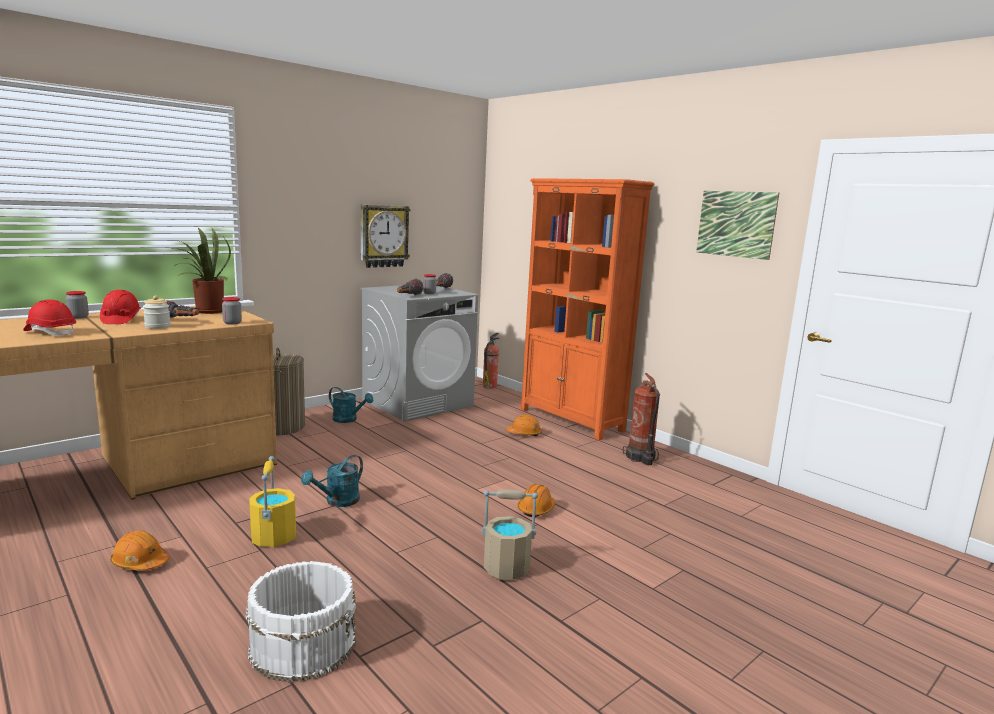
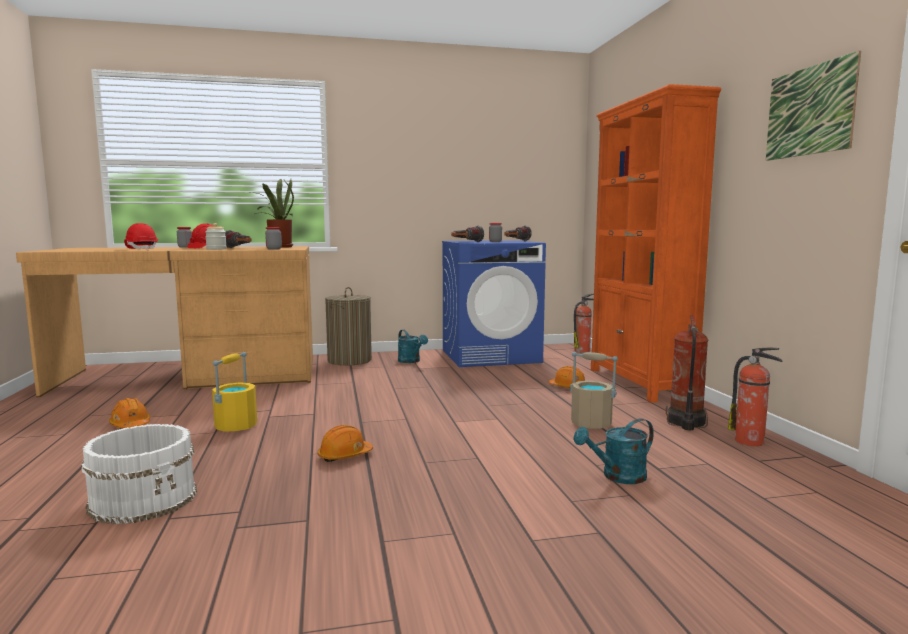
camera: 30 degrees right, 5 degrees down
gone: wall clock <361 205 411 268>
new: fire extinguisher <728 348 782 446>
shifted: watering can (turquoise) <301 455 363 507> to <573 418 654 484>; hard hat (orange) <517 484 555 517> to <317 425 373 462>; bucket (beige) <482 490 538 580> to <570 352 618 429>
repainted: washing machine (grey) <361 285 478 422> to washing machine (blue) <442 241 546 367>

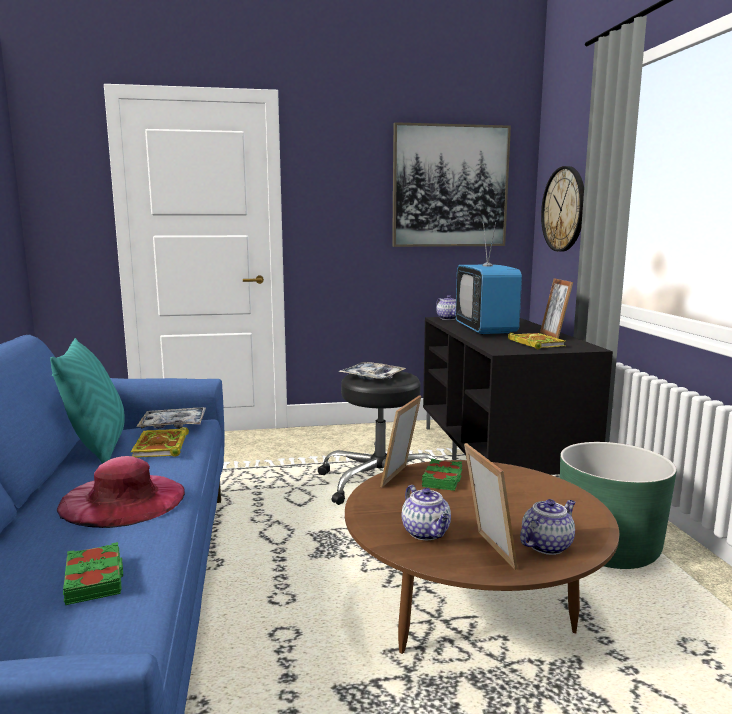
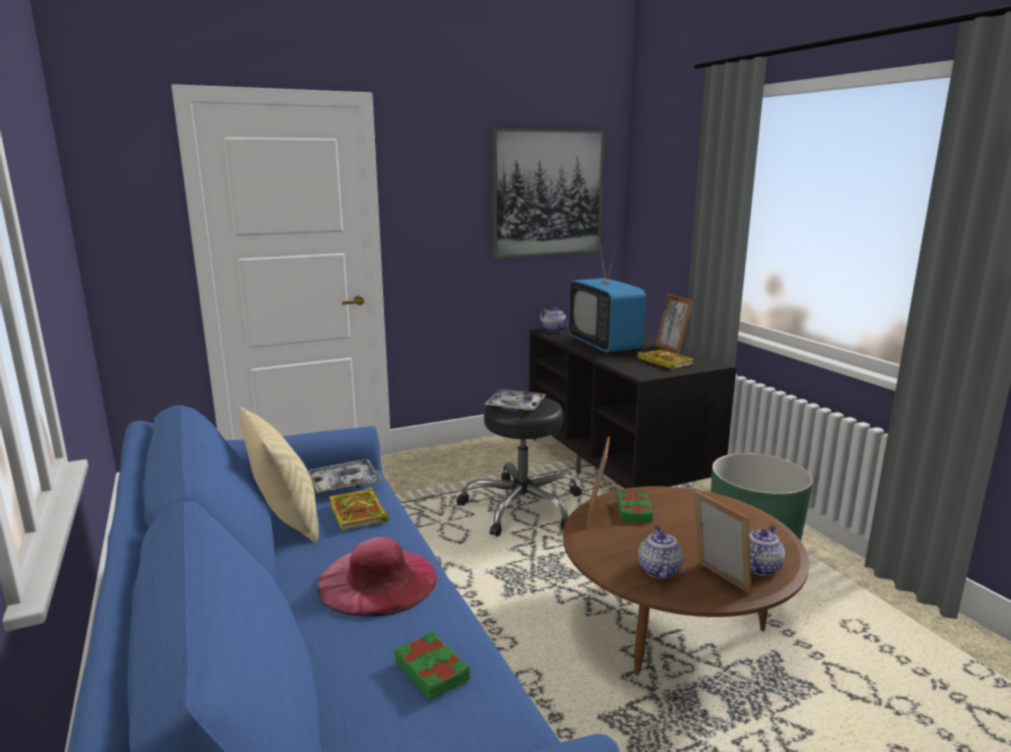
camera: 15 degrees left, 5 degrees up
gone: wall clock <541 166 584 252>
repainted: pillow (turquoise) <50 338 125 464> to pillow (beige) <240 406 319 543>
rotated: teapot <401 485 451 540> = <638 525 683 579> 135 degrees counterclockwise

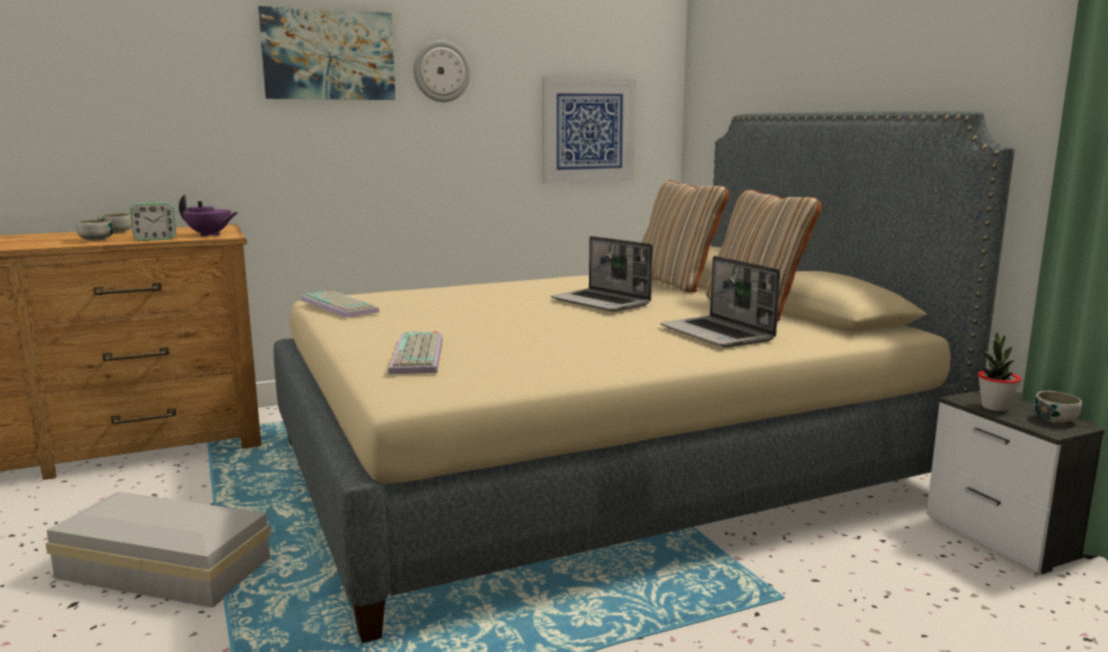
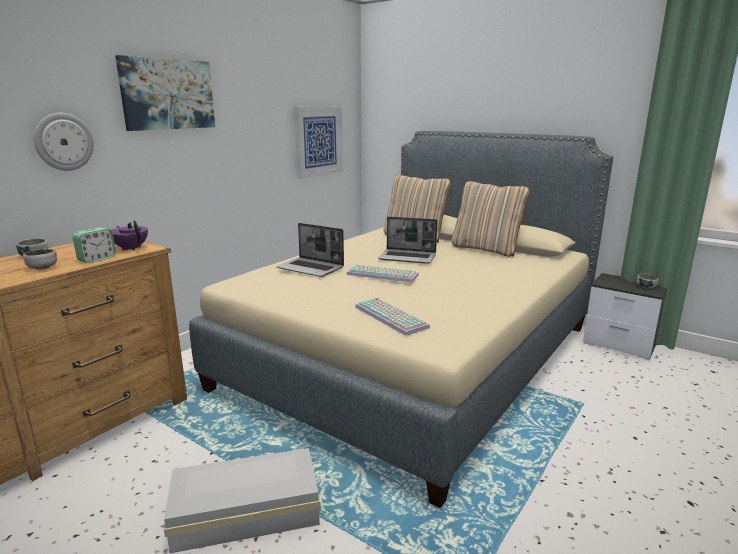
camera: 30 degrees left, 5 degrees up
gone: potted plant <978 332 1021 411>
shifted: wall clock <413 40 471 102> to <34 113 94 171>; laptop <660 256 780 347> to <276 223 344 277>; keyboard <301 290 379 318> to <347 264 419 282>
rotated: teapot (purple) <179 195 238 237> = <111 220 148 250> 120 degrees counterclockwise

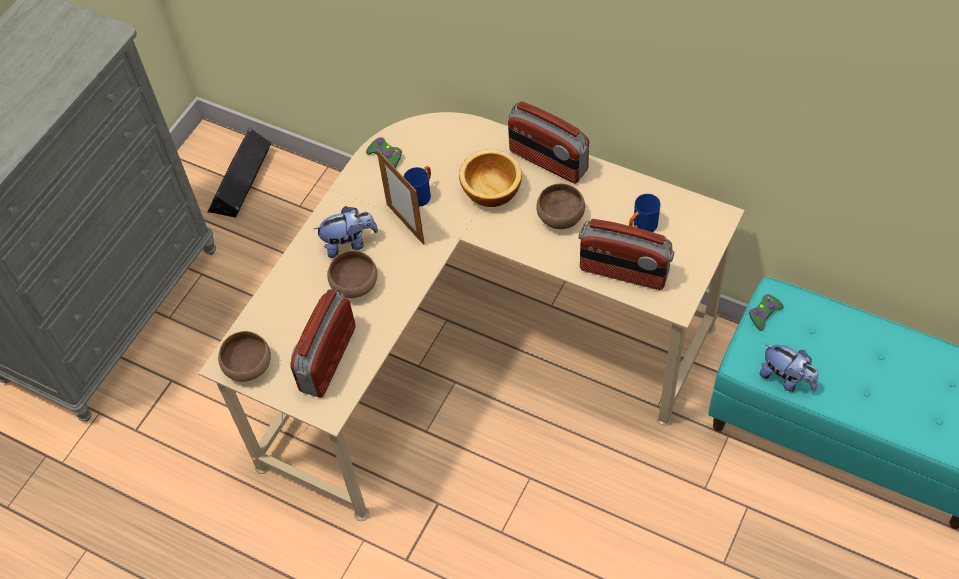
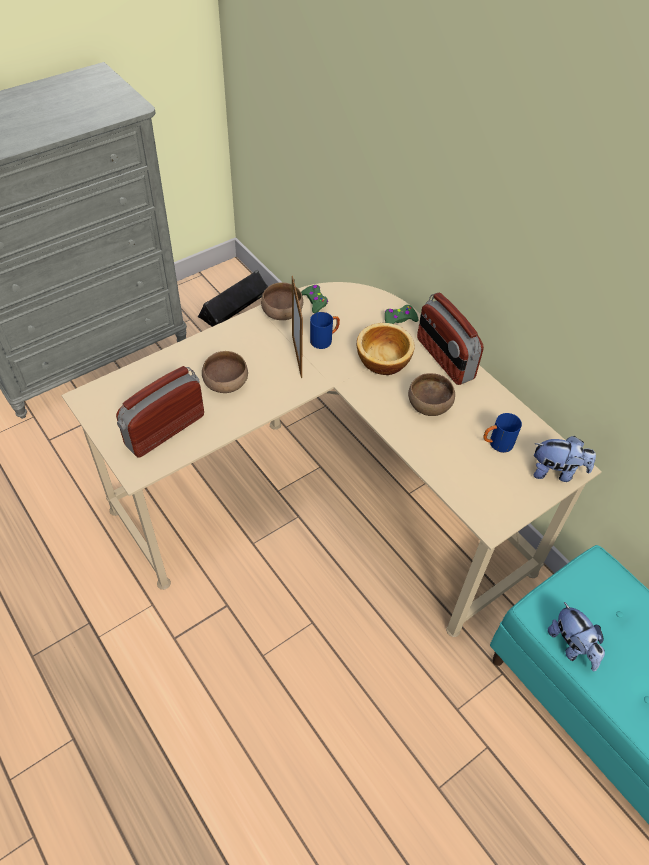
camera: 20 degrees right, 5 degrees down
gone: radio <579 219 674 290>
shifted: plush toy <314 206 378 258> to <533 436 596 482>; game controller (green) <749 294 784 331> to <385 305 419 324>; bowl (brown) <218 331 271 382> to <261 282 303 320>

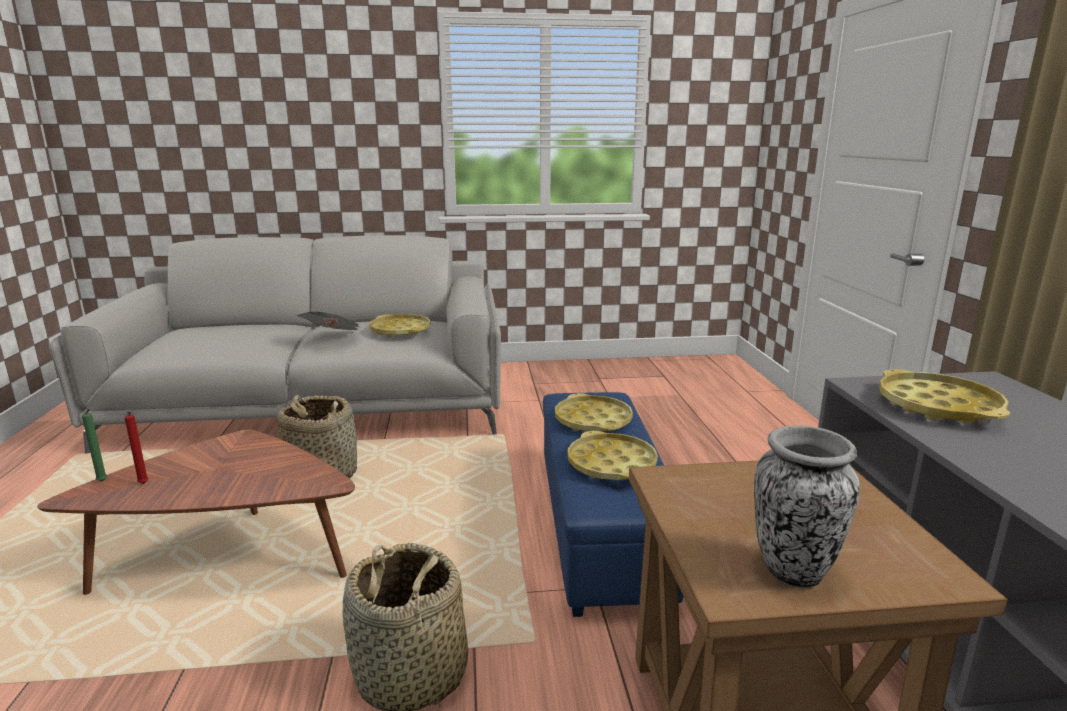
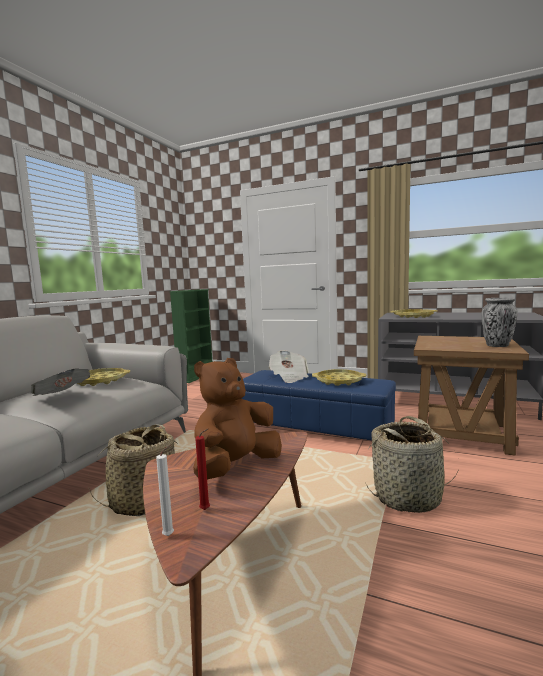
camera: 60 degrees left, 10 degrees down
new: bookcase (green) <170 289 212 383>; plush toy (brown) <193 358 282 479>
swapped: tray (yellow) <555 393 633 431> to newspaper <269 350 309 383>
repainted: candle (green) <82 409 107 482> to candle (white) <156 445 174 536>

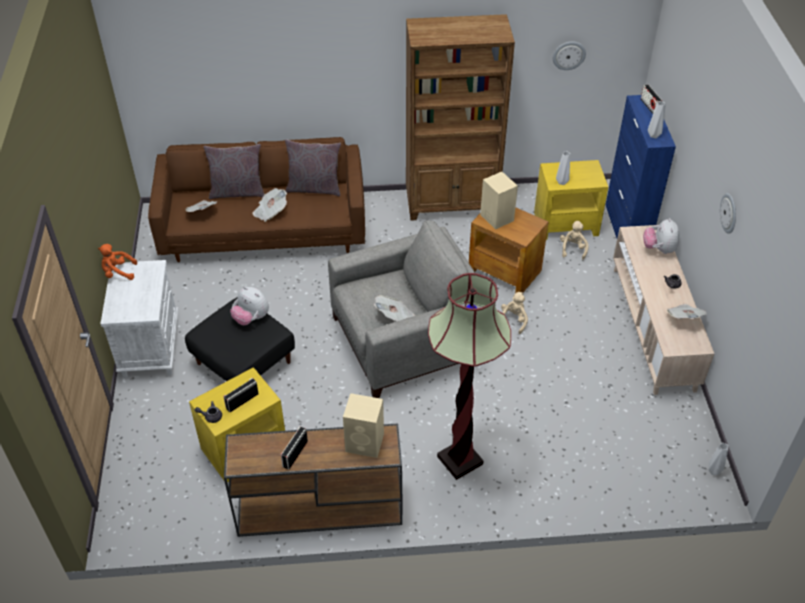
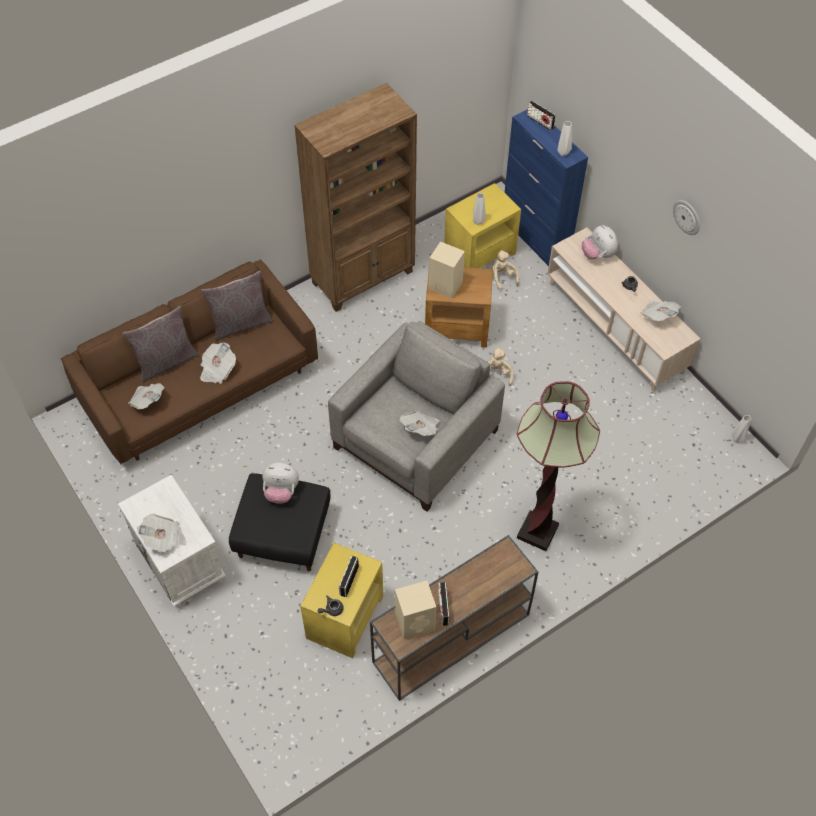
camera: 30 degrees left, 10 degrees up
gone: wall clock <553 42 586 70>; plush toy (orange) <98 244 137 280>
new: newspaper <137 514 187 553>
shifted: speaker (beige) <343 393 384 458> to <395 581 436 639>

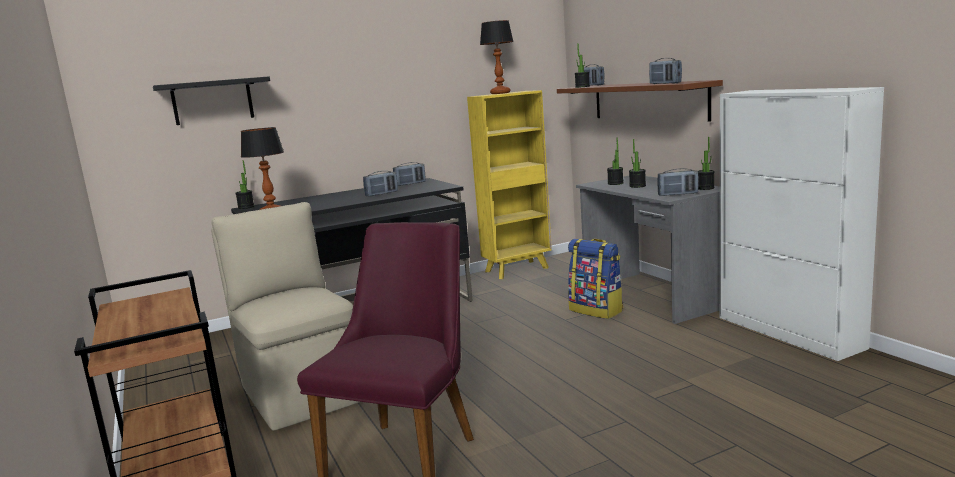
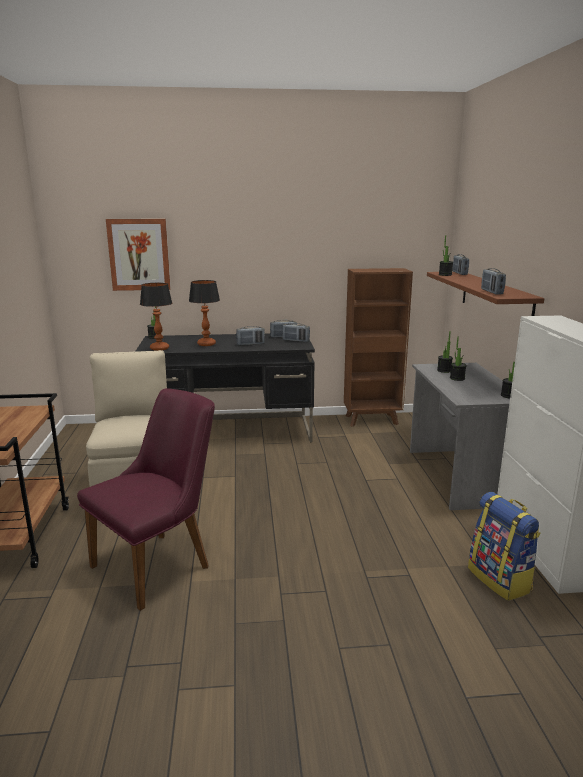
camera: 20 degrees right, 5 degrees up
shifted: table lamp <480 20 514 94> to <189 280 220 346>; radio <657 168 699 196> to <282 323 310 342>; backpack <568 239 623 319> to <468 492 540 601>
swapped: shelf (black) <153 76 270 125> to picture <106 219 171 291>
repainted: bookcase (yellow) <467 90 552 279> to bookcase (brown) <344 268 413 427>

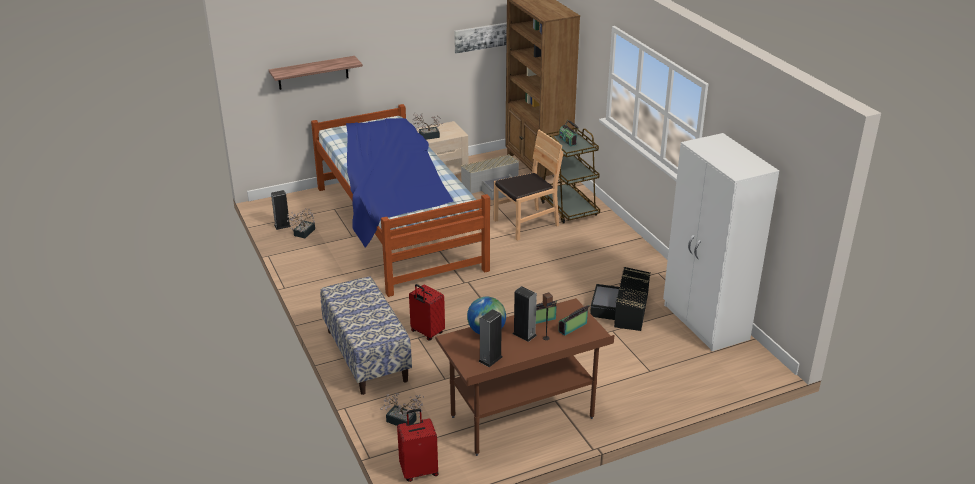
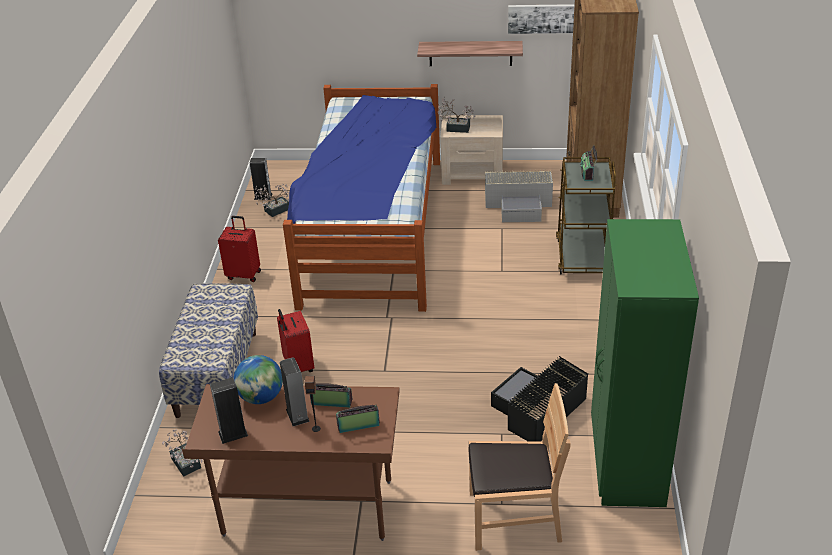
camera: 30 degrees right, 5 degrees up
shifted: shelf <269 56 363 90> to <417 41 523 66>; chair (brown) <494 130 563 241> to <468 383 571 551>; suitcase (red) <397 409 439 482> to <218 216 261 282>
repainted: wardrobe (white) <663 133 779 351> to wardrobe (green) <591 219 699 507>

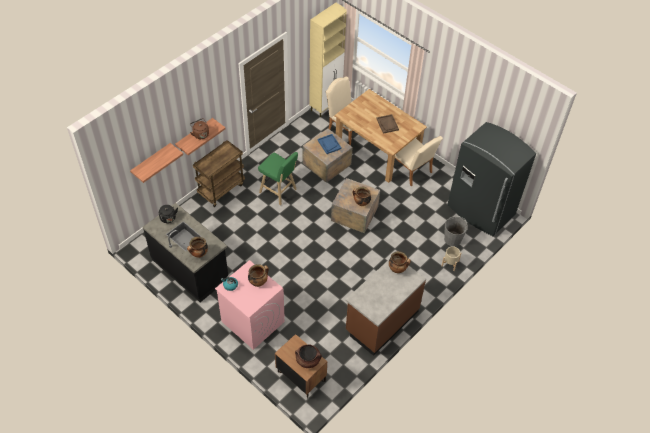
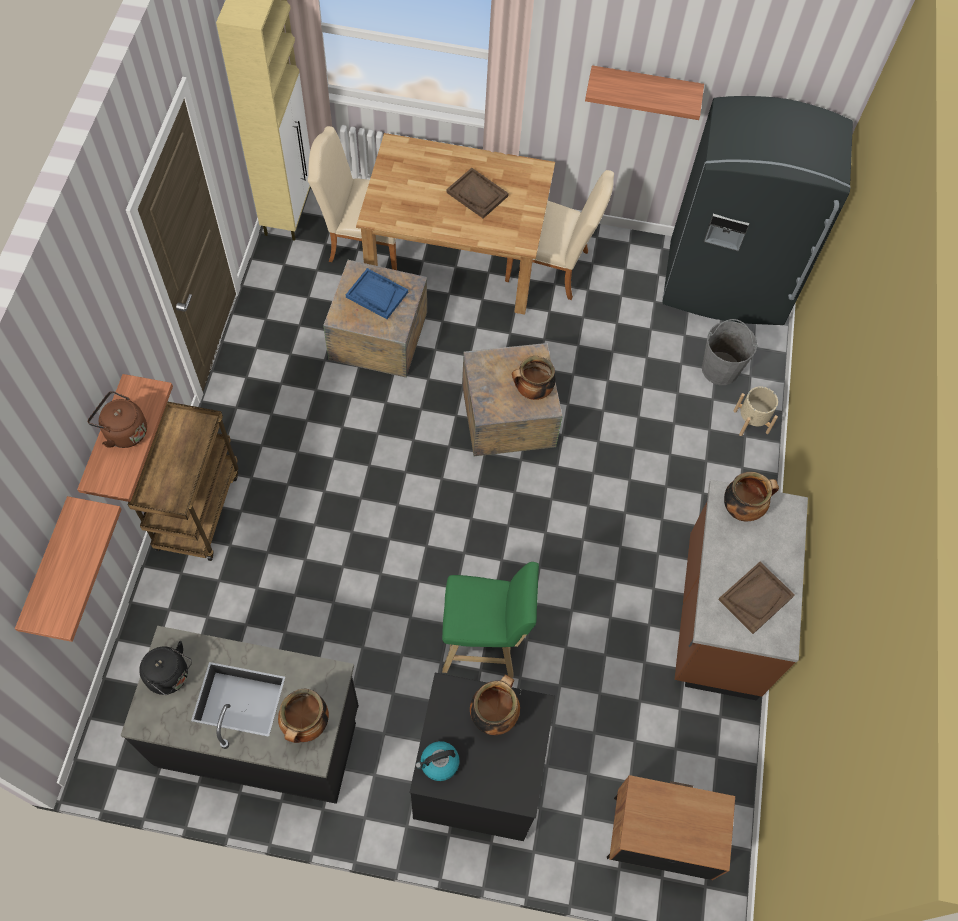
camera: 35 degrees left, 10 degrees up
gone: cooking pot (brown) <295 344 322 368>
new: shelf <585 65 704 120>; tray (brown) <718 562 795 634>
shifted: stool (green) <258 152 298 206> to <442 562 539 678>
repainted: washing machine (pink) <215 260 285 350> to washing machine (black) <409 673 555 841>

